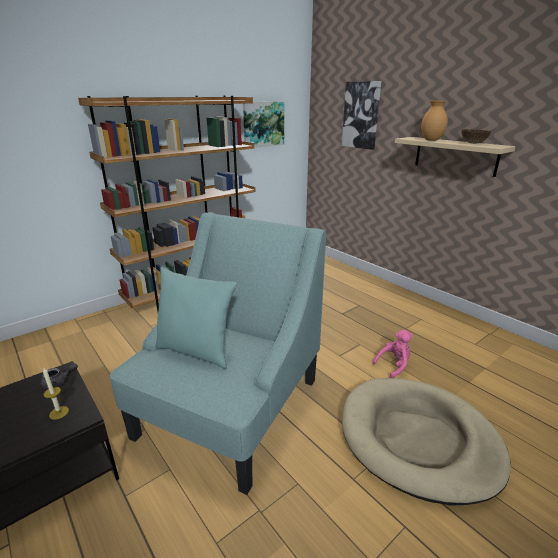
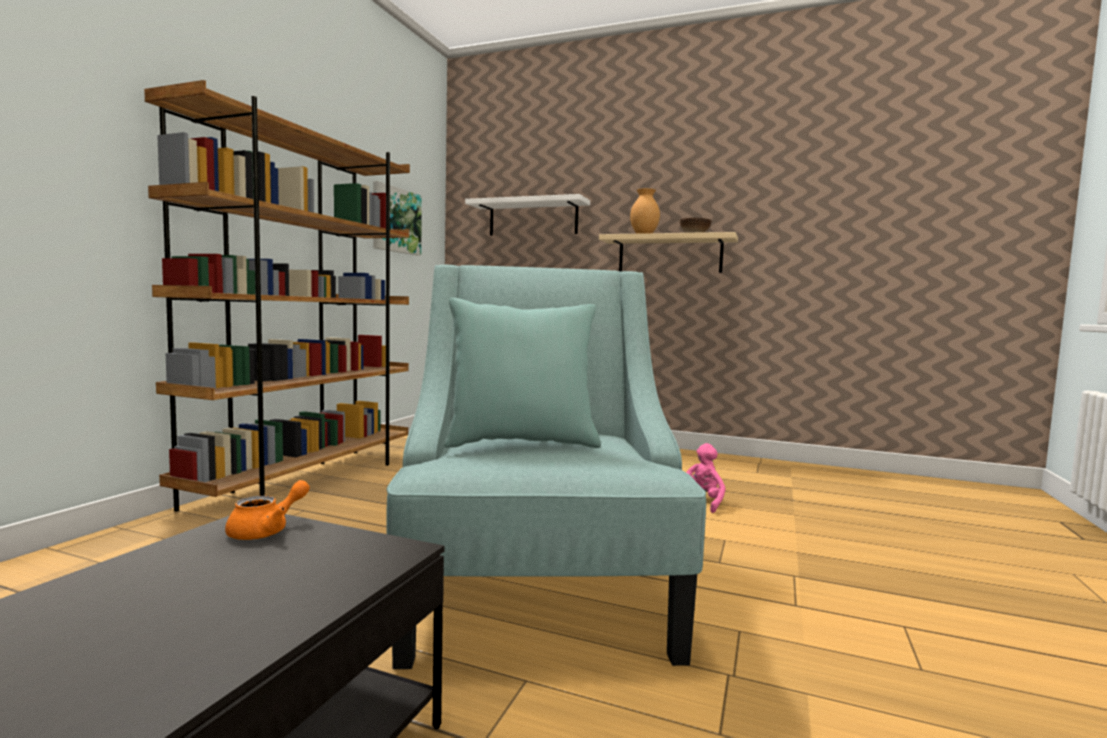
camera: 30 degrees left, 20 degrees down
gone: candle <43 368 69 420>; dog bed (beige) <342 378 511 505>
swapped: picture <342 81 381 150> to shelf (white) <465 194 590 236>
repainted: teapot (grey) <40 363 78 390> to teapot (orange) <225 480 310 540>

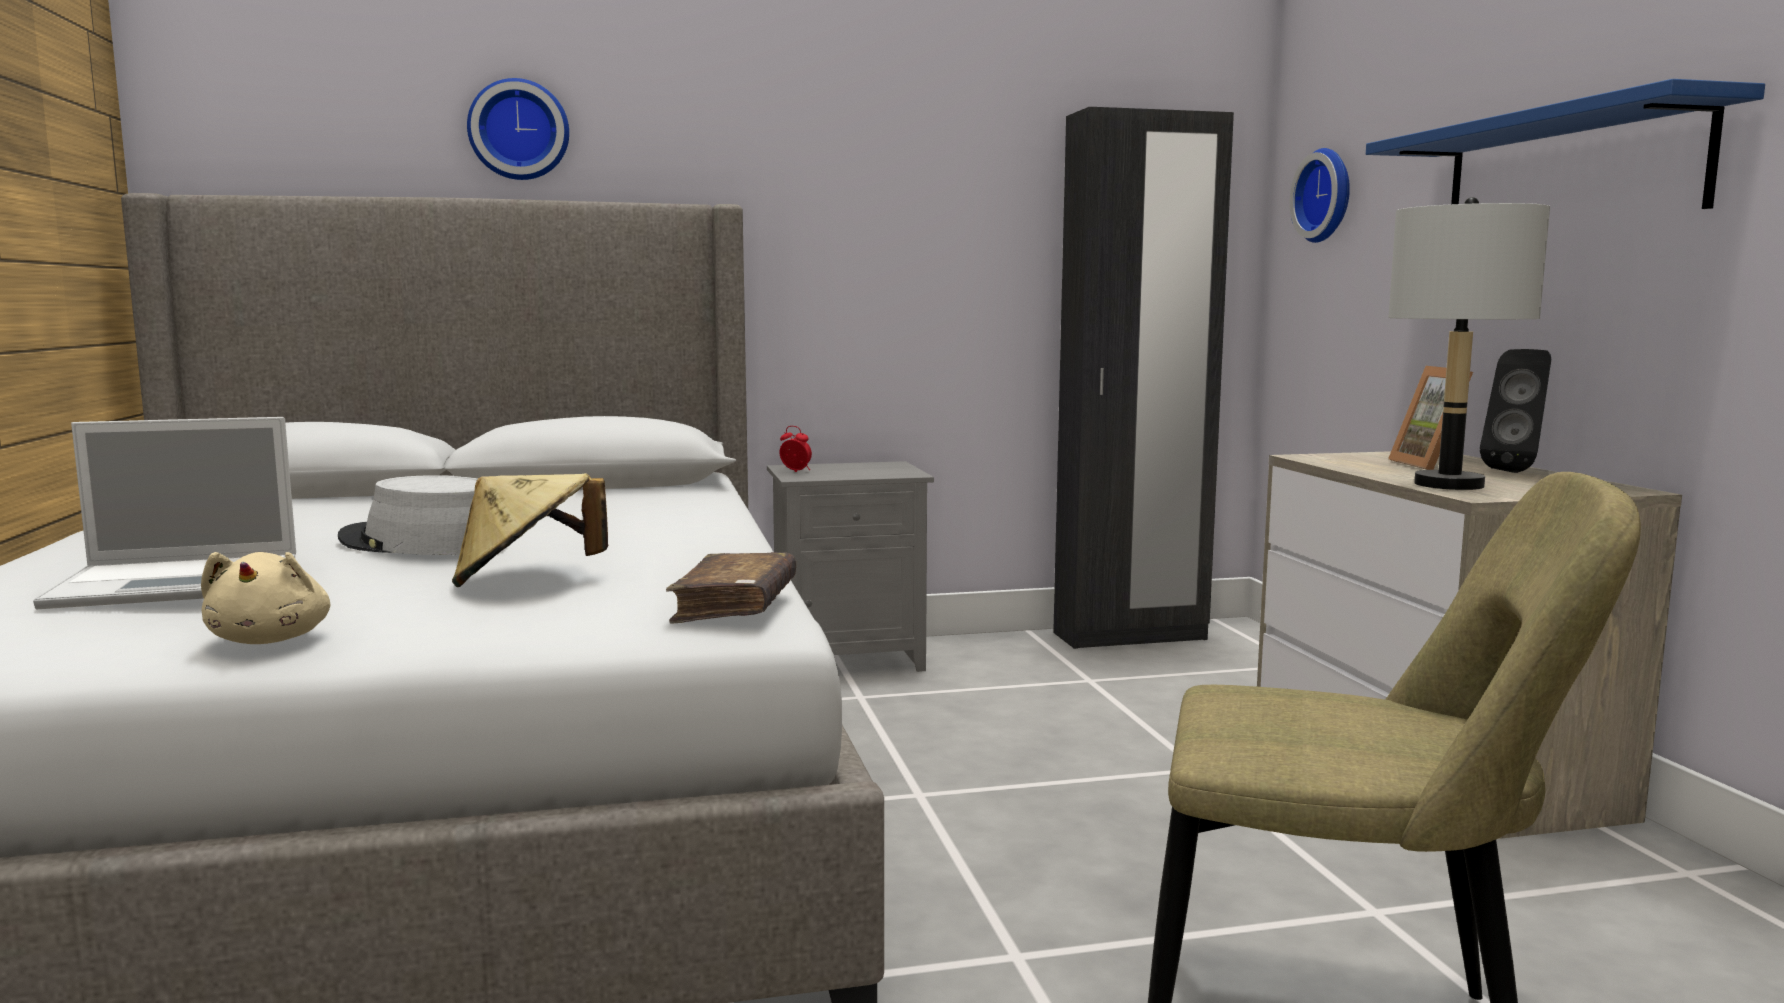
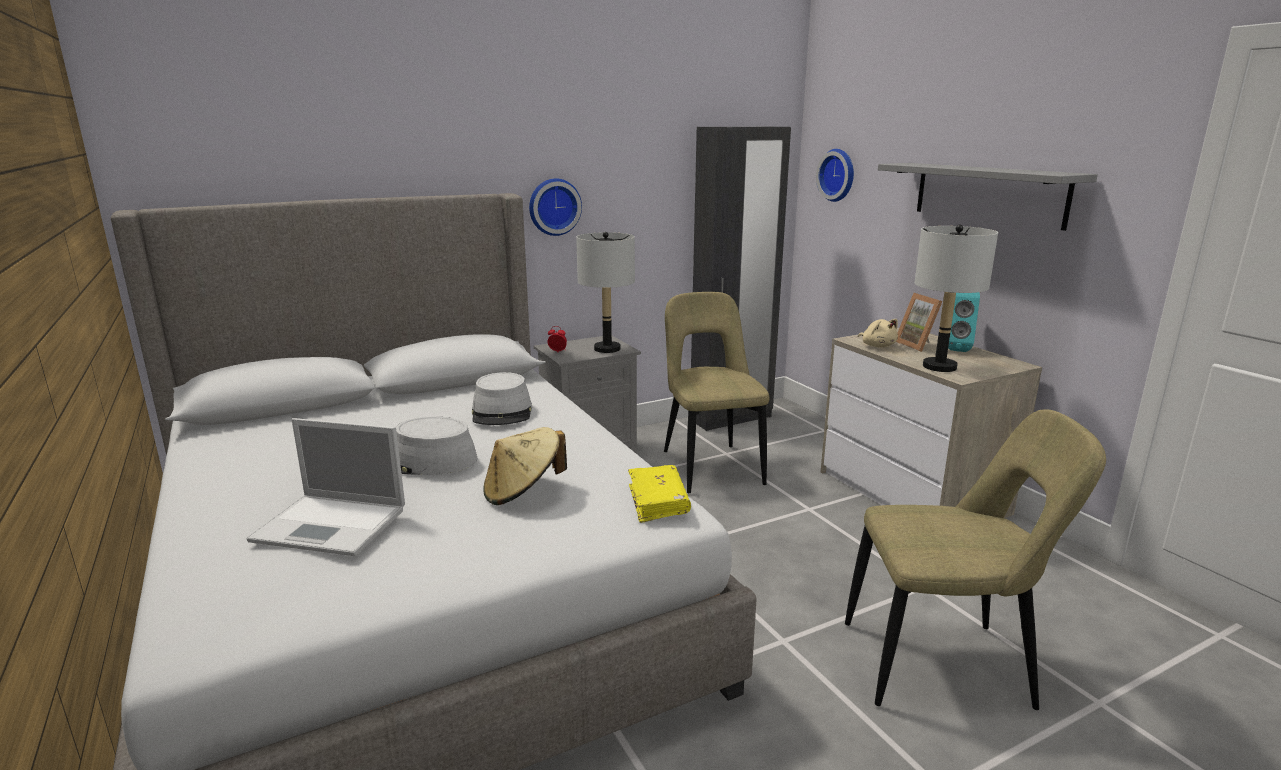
camera: 15 degrees left, 10 degrees up
new: table lamp (grey) <576 232 635 353>; chair (beige) <664 292 769 493>; hat (grey) <472 372 532 425>
shifted: wall clock <467 78 569 180> to <529 178 582 236>; plush toy (beige) <201 552 331 644> to <858 319 898 347>
repainted: shelf (blue) <1366 79 1765 209> to shelf (grey) <878 163 1098 231>; speaker (black) <1480 349 1551 473> to speaker (turquoise) <948 292 980 352>; book (brown) <666 552 796 624> to book (yellow) <628 465 691 523>
rotated: laptop <33 417 296 609> = <246 418 405 556> 45 degrees clockwise

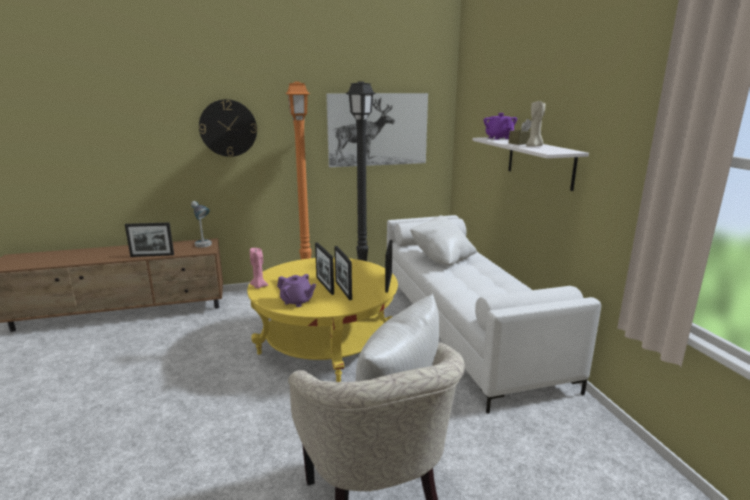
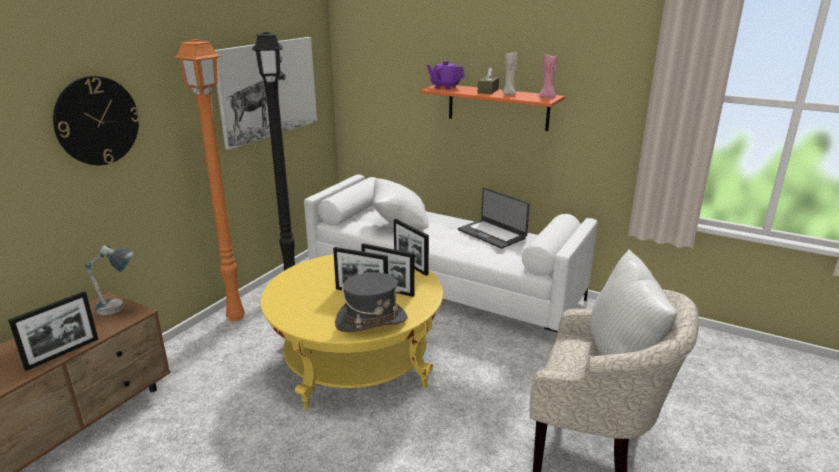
camera: 45 degrees left, 5 degrees up
new: laptop <458 188 530 249>
shifted: candle (pink) <250 248 268 289> to <539 54 557 98>
swapped: teapot (purple) <277 274 316 307> to hat (grey) <335 272 408 332>
repainted: shelf (white) <472 137 589 191> to shelf (orange) <420 85 565 131>

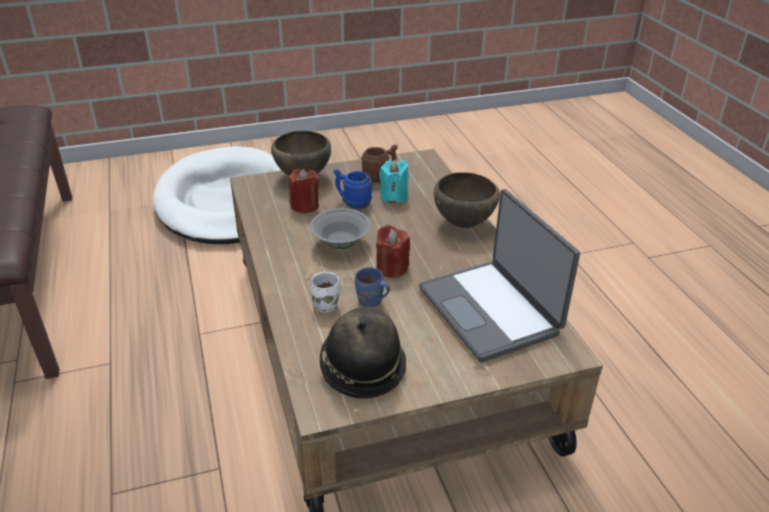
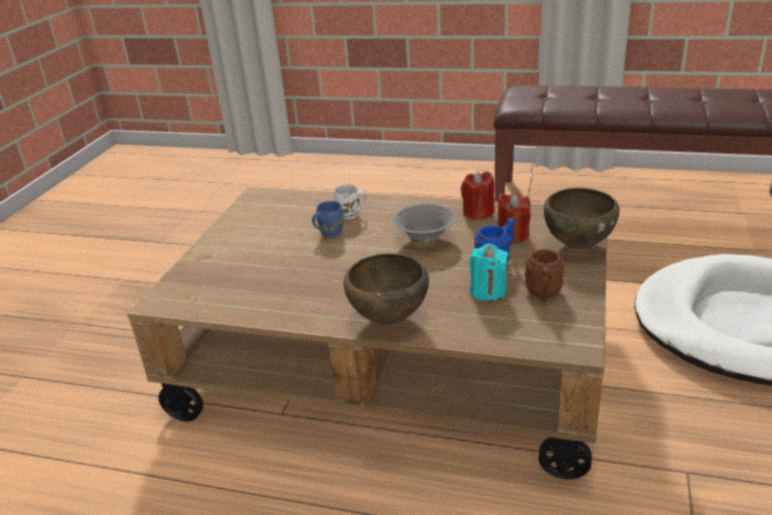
camera: 125 degrees right, 5 degrees down
gone: laptop <419 189 580 362>; hat <320 307 406 399>
shifted: candle (red) <376 225 410 278> to <461 171 495 220>

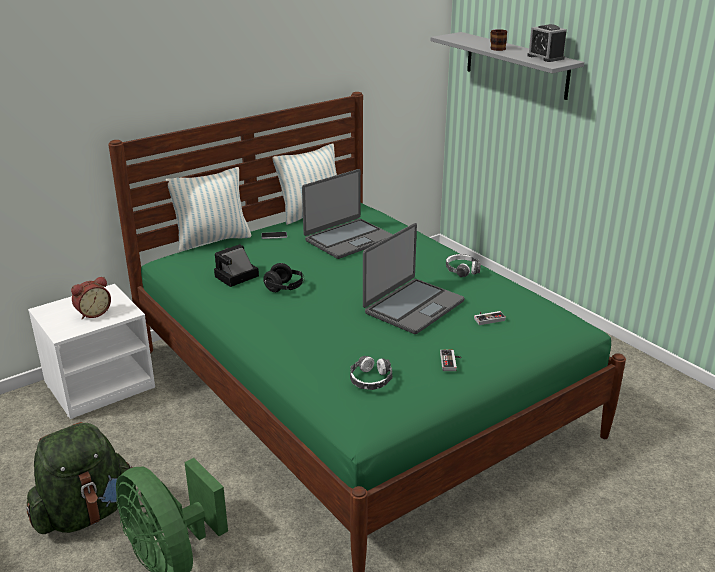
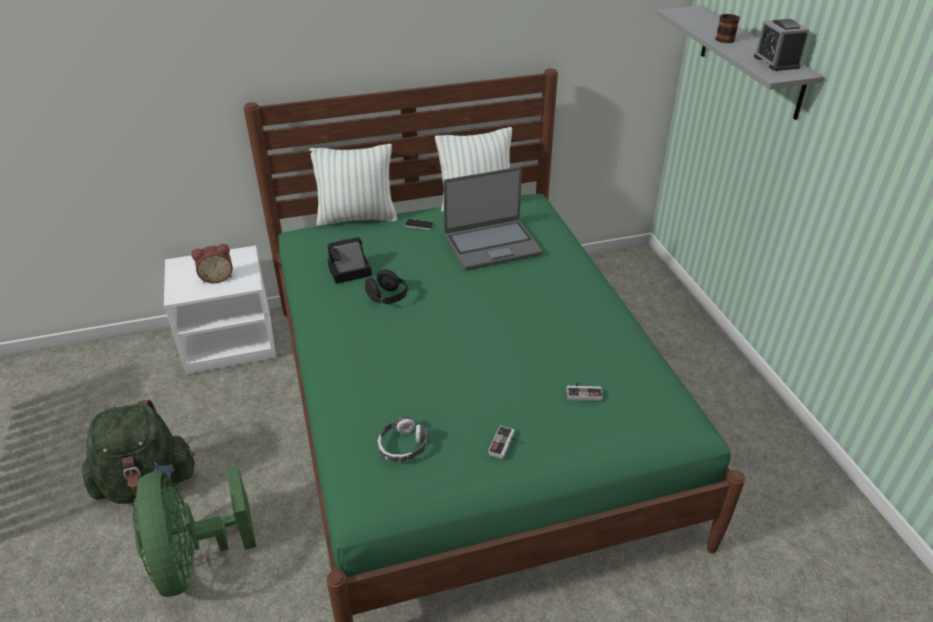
camera: 20 degrees right, 10 degrees up
gone: laptop <363 223 464 334>; headphones <446 254 481 277>

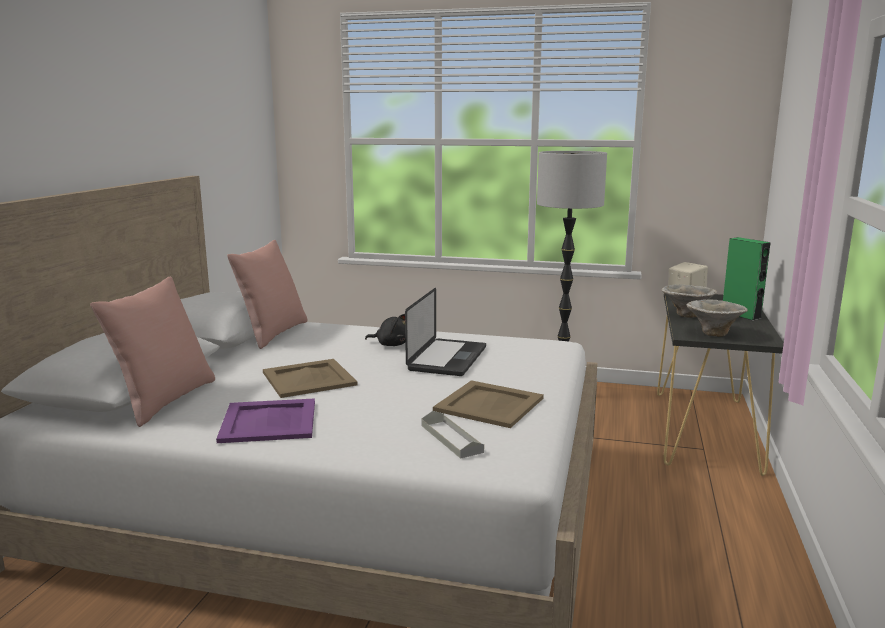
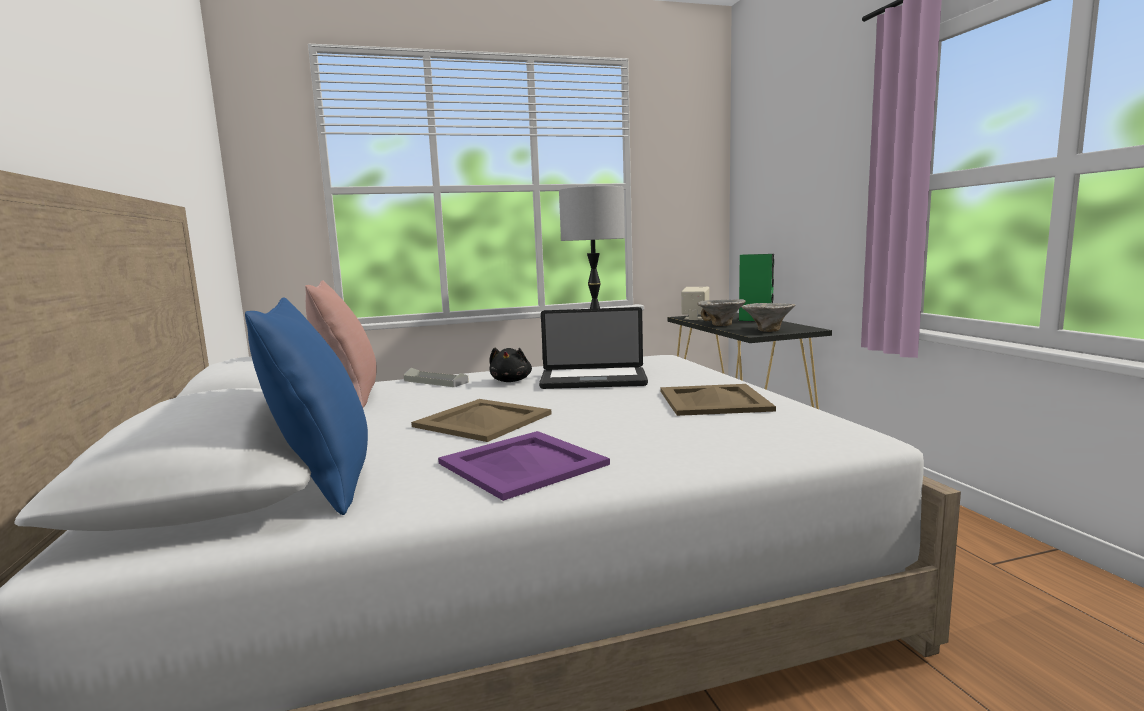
camera: 30 degrees left, 5 degrees down
shifted: tray (grey) <422 411 484 459> to <404 368 469 387>
repainted: pillow (pink) <90 277 215 427> to pillow (blue) <245 298 368 515>
rotated: laptop <405 288 486 376> = <539 307 648 389> 105 degrees clockwise; plush toy (black) <365 314 405 346> = <489 348 532 382> 105 degrees clockwise

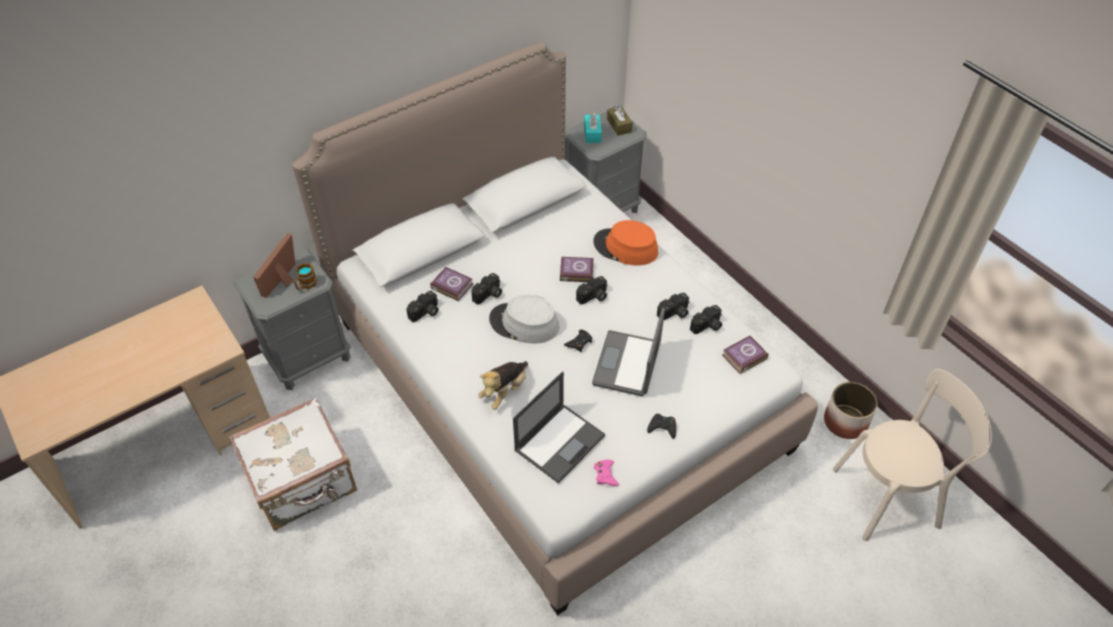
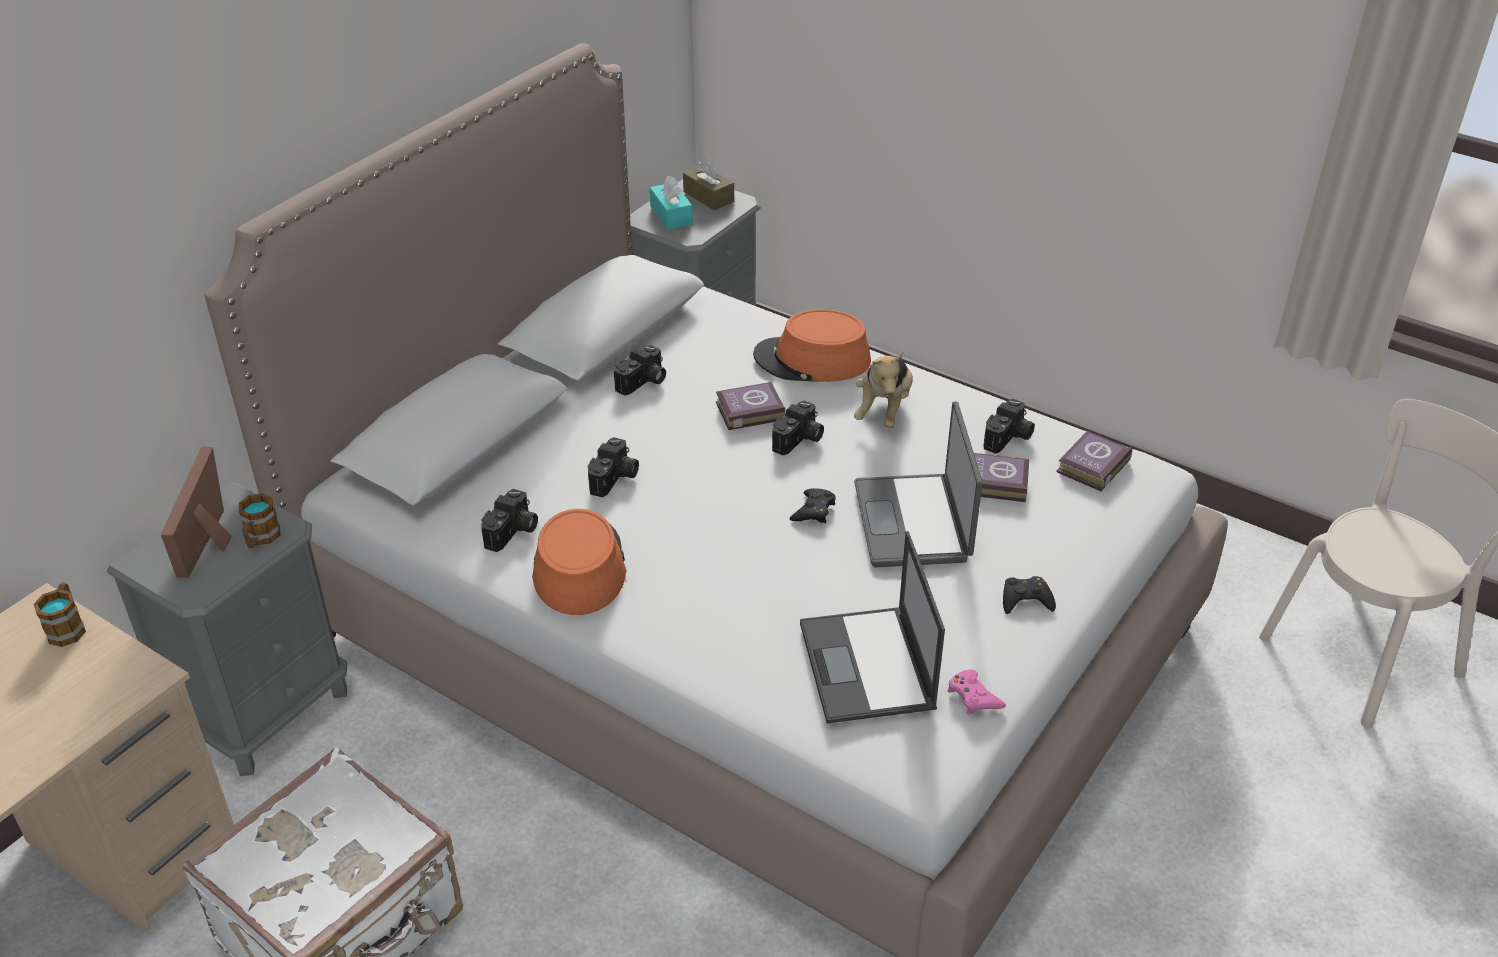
camera: 20 degrees left, 10 degrees down
gone: hat (grey) <489 295 559 344>; planter <824 382 877 439>
new: hat (orange) <532 509 627 615>; mug <34 582 86 647>
shifted: book <430 267 473 301> to <974 453 1029 502>; photo camera <657 293 689 320> to <614 345 666 396>; plush toy <478 361 528 410> to <854 352 913 428>
rotated: laptop <513 372 605 484> = <800 531 945 723> 150 degrees clockwise

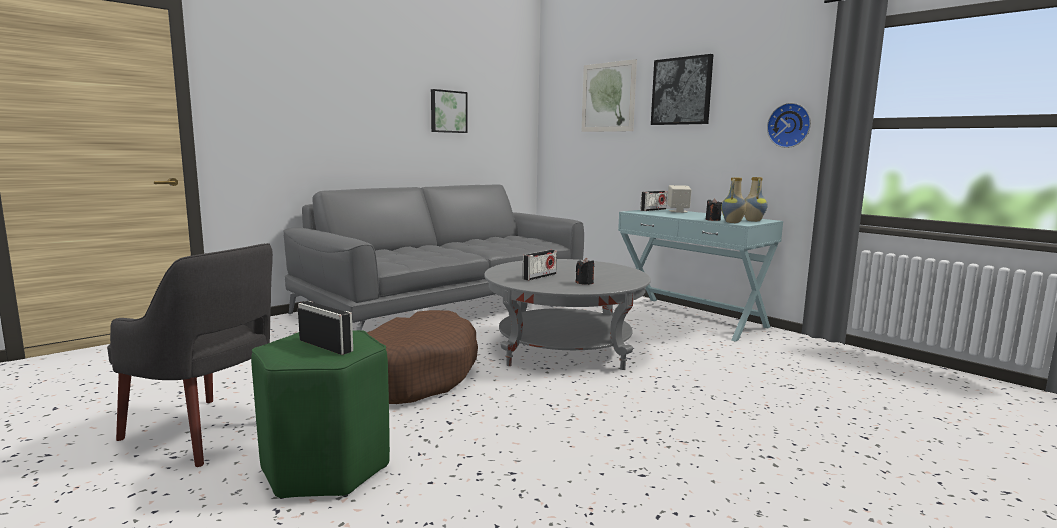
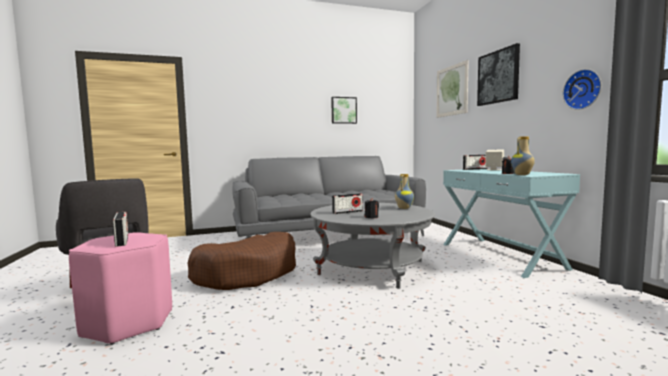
camera: 25 degrees right, 5 degrees down
shifted: vase <744 177 768 222> to <395 174 414 209>
repainted: stool (green) <251 330 390 499> to stool (pink) <69 232 172 345>

